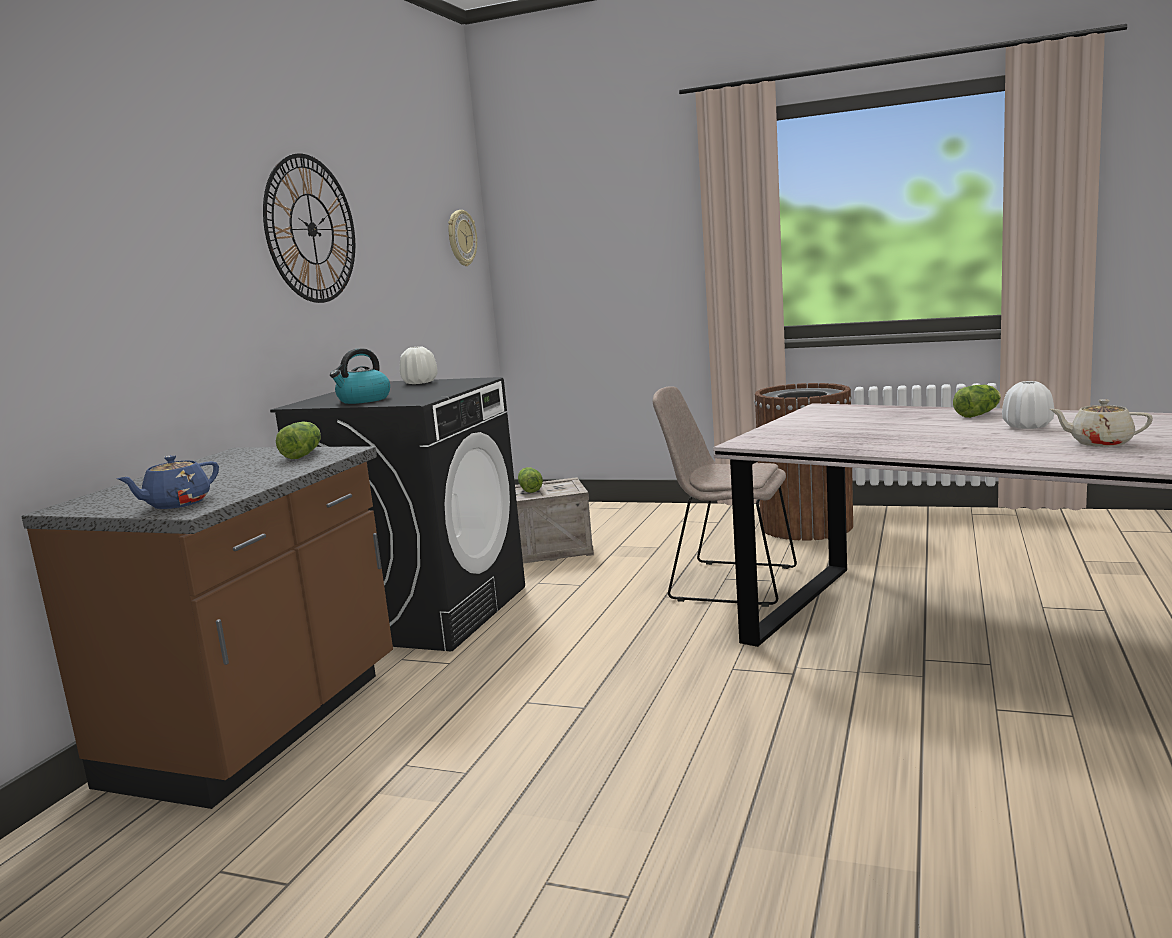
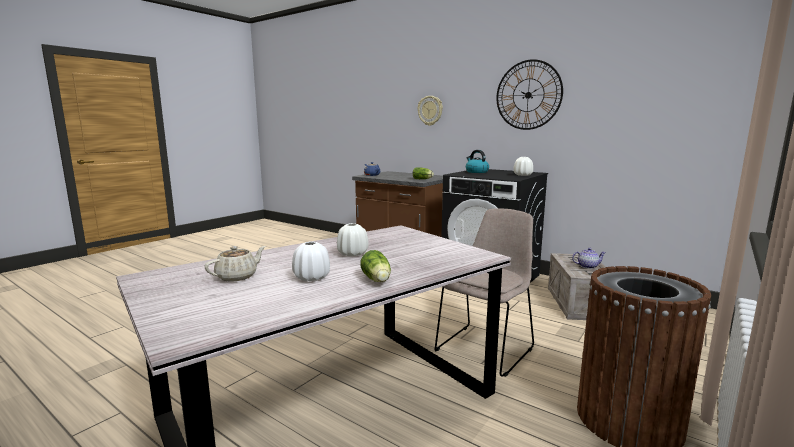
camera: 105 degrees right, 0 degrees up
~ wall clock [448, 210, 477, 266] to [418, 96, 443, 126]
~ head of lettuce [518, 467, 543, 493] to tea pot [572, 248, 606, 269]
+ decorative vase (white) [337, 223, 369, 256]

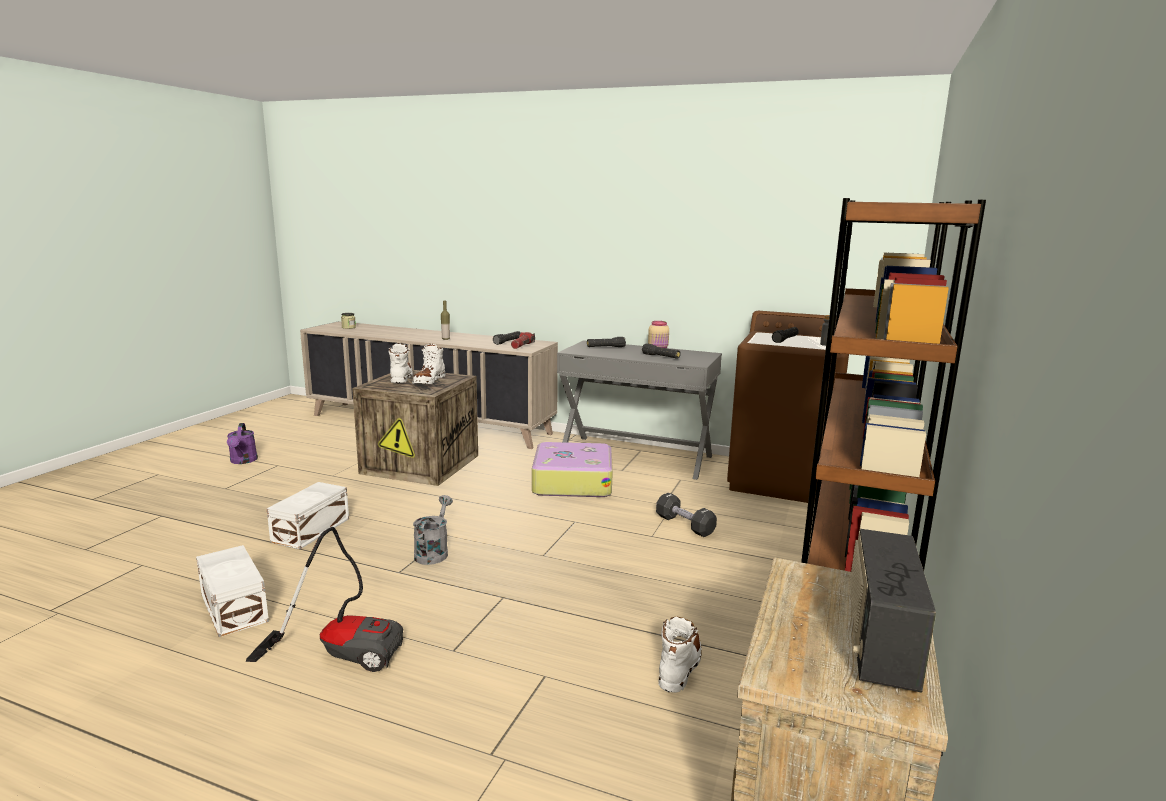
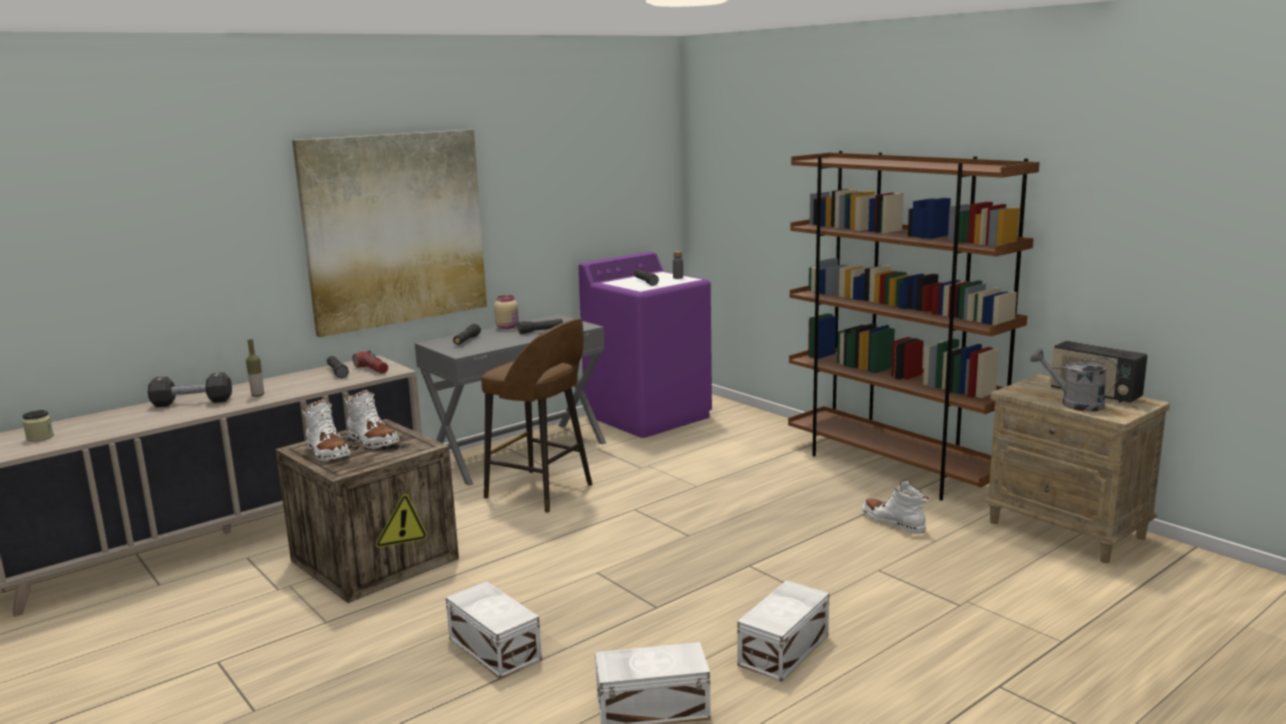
camera: 60 degrees left, 0 degrees up
~ washing machine (brownish) [727, 311, 849, 504] to washing machine (purple) [579, 251, 712, 438]
~ boot (white) [388, 343, 413, 383] = [302, 400, 351, 461] 150 degrees counterclockwise
- watering can (purple) [227, 423, 258, 464]
~ piece of luggage [532, 442, 613, 497] to sitting stool (brownish) [481, 319, 592, 513]
~ free weight (blackish) [656, 493, 717, 537] to [148, 372, 232, 407]
~ watering can (gray) [413, 495, 453, 565] to [1030, 348, 1119, 412]
~ hoover [246, 527, 403, 672] to storage box (white) [737, 580, 829, 682]
+ wall art [292, 129, 487, 337]

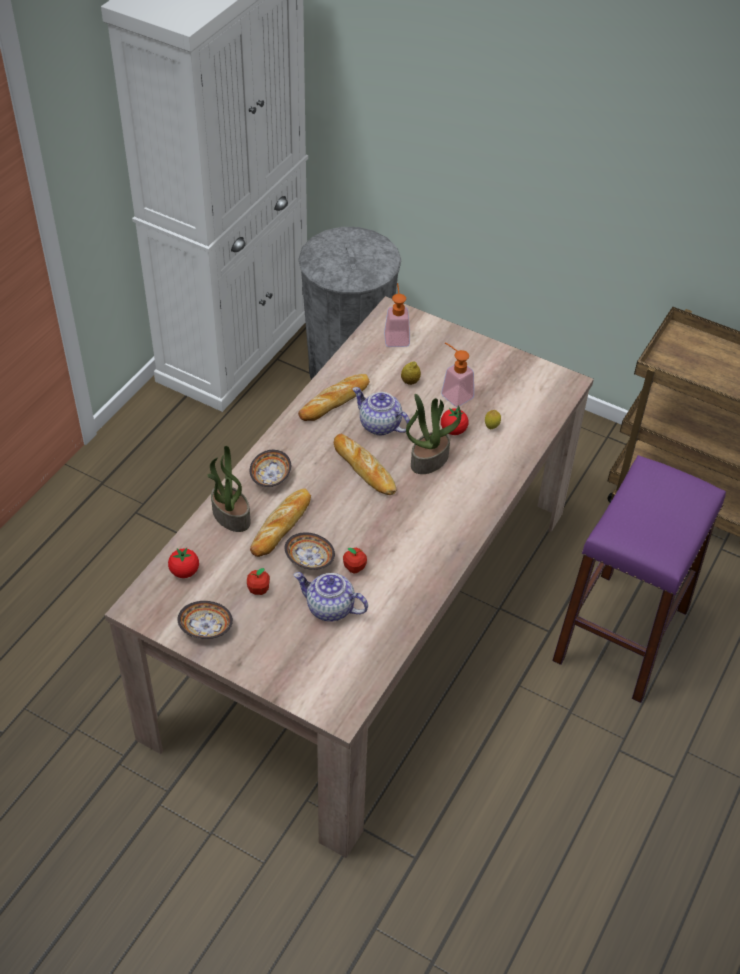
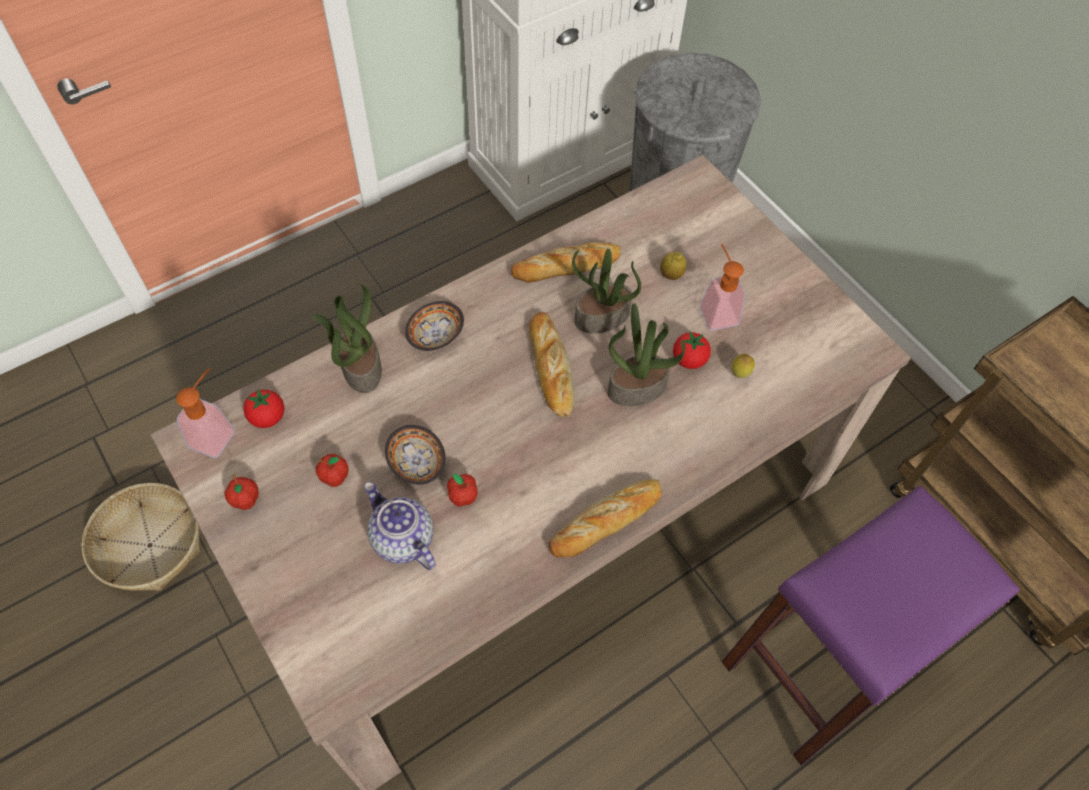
camera: 25 degrees right, 10 degrees up
~ liquid soap bottle [384, 283, 410, 347] to [176, 368, 235, 458]
~ tea pot [352, 387, 410, 435] to plant in a pot [572, 249, 641, 334]
~ baked bread [250, 488, 311, 557] to [549, 480, 662, 557]
~ deep dish [177, 601, 233, 639] to apple fruit [225, 474, 259, 510]
+ household basket [82, 483, 200, 591]

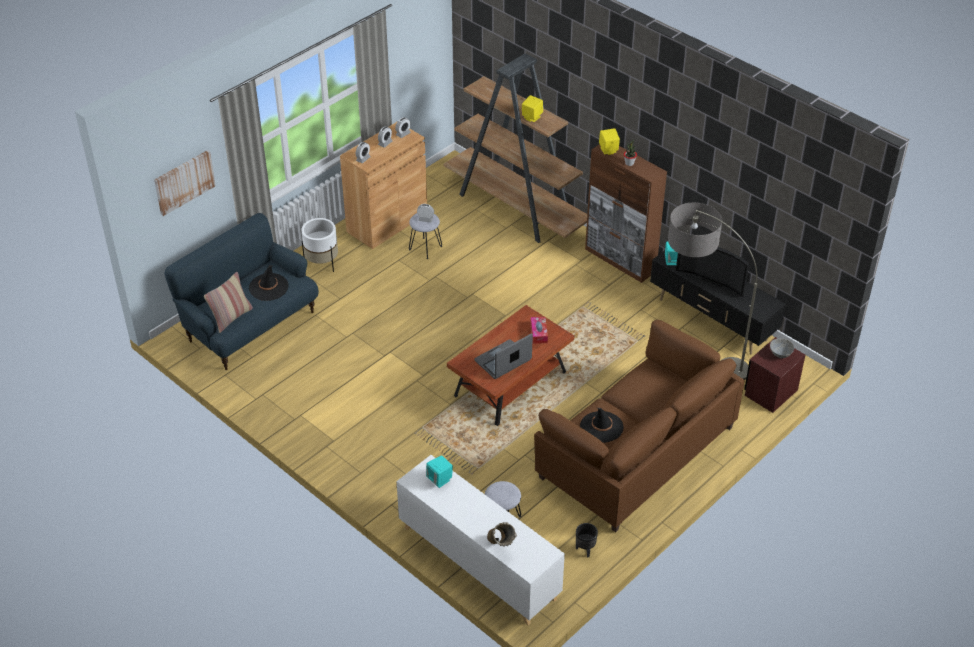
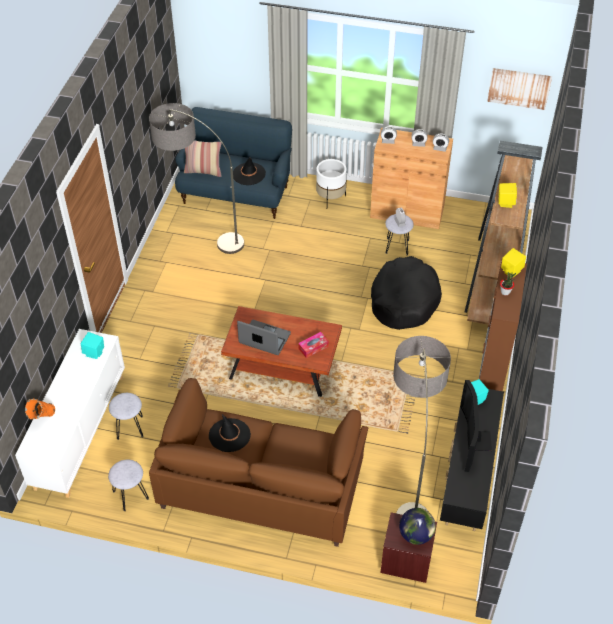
camera: 60 degrees right, 5 degrees up
~ wall art [154, 150, 216, 216] to [487, 68, 552, 110]
~ deep dish (gray) [770, 338, 794, 358] to desk globe [399, 508, 436, 545]
~ decorative vase (sand-coloured) [487, 522, 517, 547] to decorative vase (orangey) [25, 399, 55, 420]
~ plant pot (blackish) [576, 523, 598, 558] to sitting stool (gray) [108, 460, 149, 511]
+ standing lamp [149, 103, 244, 254]
+ dog bed (blackish) [371, 256, 442, 330]

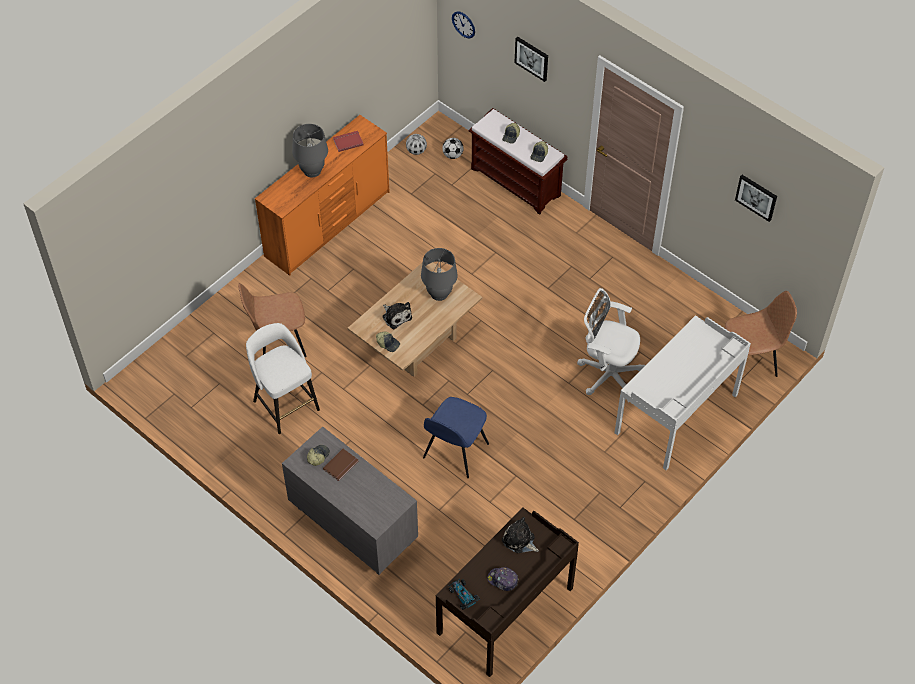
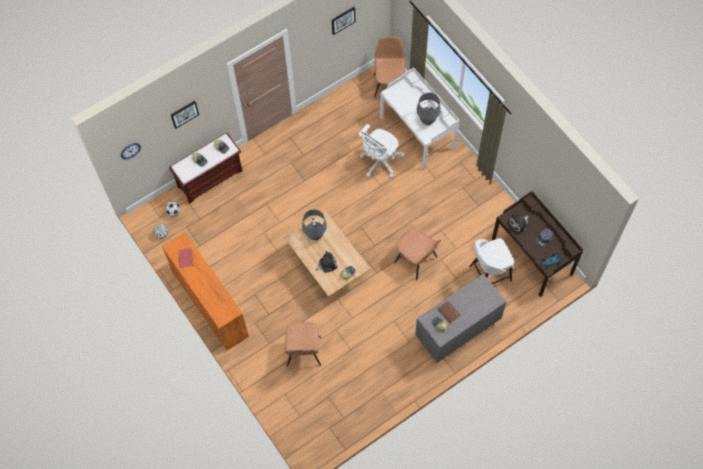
camera: 75 degrees left, 10 degrees up
~ lamp for a table (gray) [292, 124, 328, 177] to [417, 93, 441, 125]
~ sitting stool (white) [246, 323, 320, 434] to [469, 238, 514, 284]
~ chair (bluish) [423, 397, 489, 478] to chair (brownish) [394, 228, 441, 280]

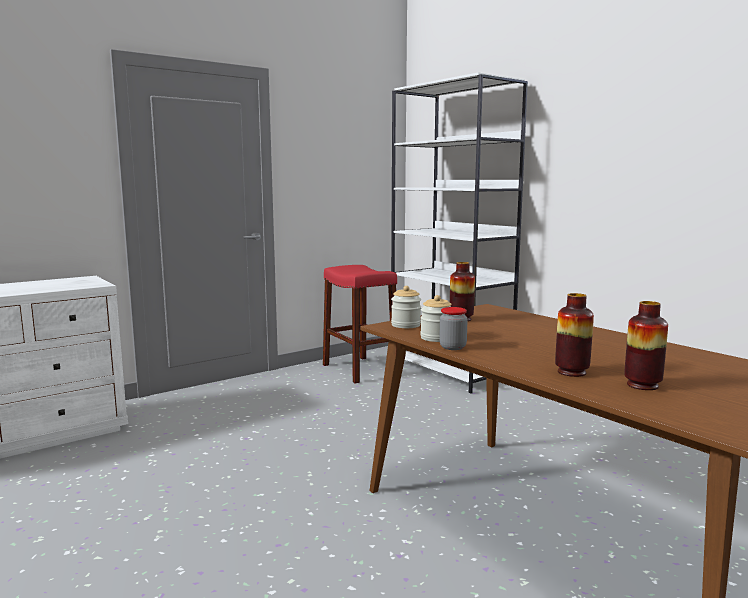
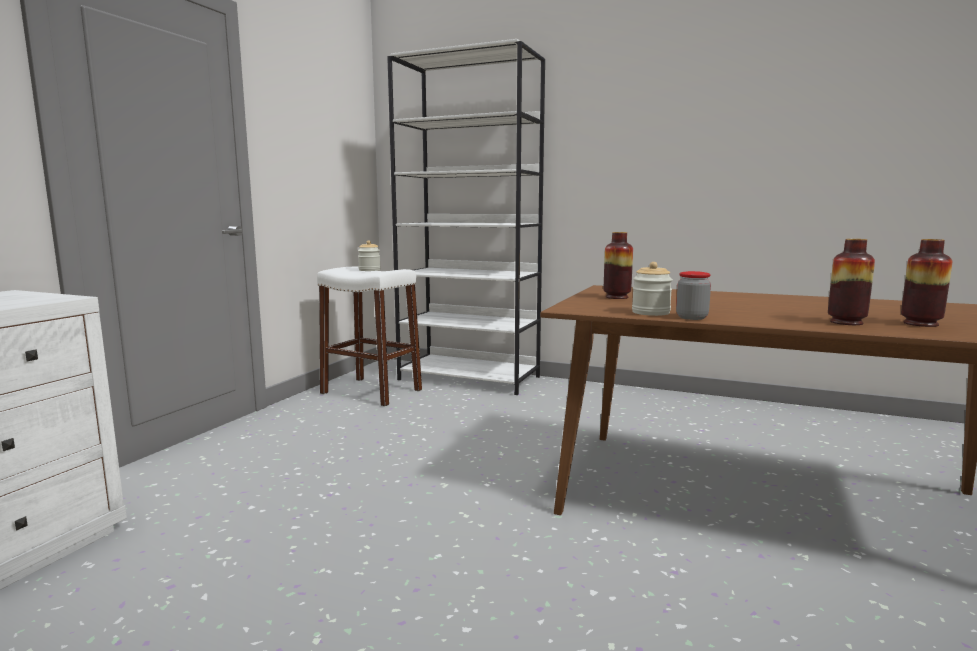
camera: 30 degrees left, 0 degrees up
~ sitting stool (red-coloured) [323, 265, 397, 383] to sitting stool (white) [317, 266, 422, 407]
~ storage jar [391, 286, 421, 328] to [358, 241, 381, 271]

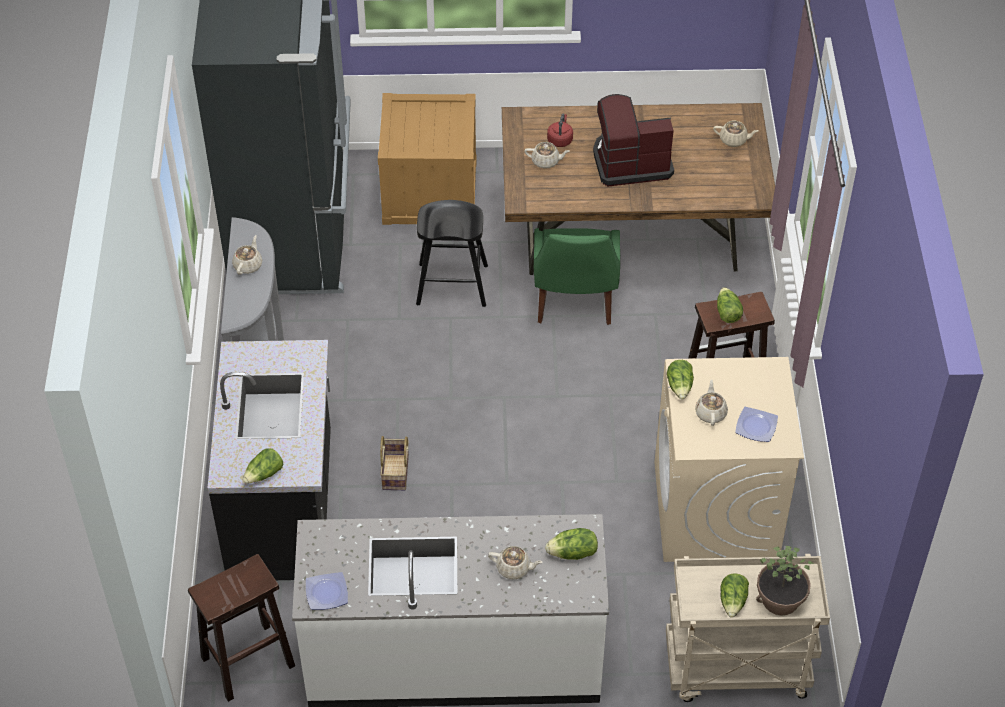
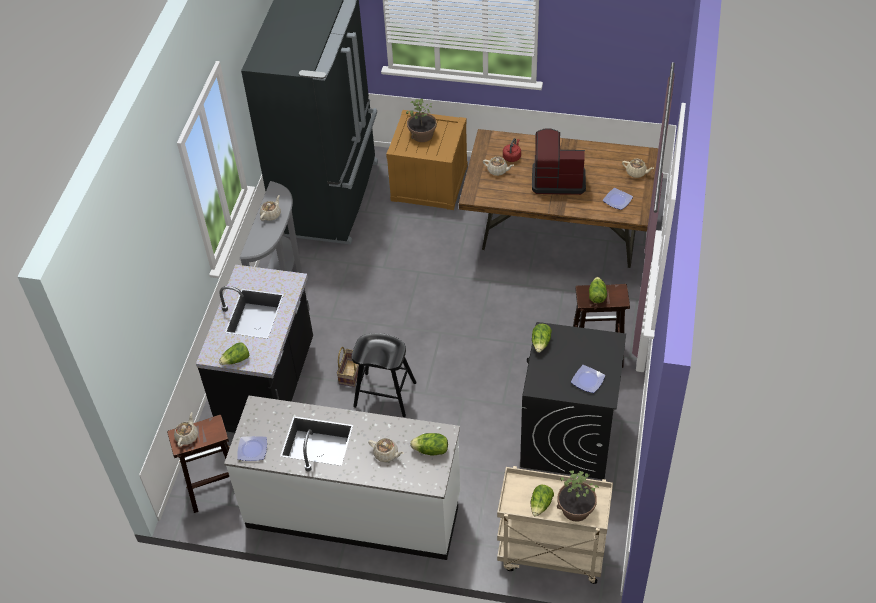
camera: 15 degrees right, 0 degrees up
~ sitting stool (blackish) [416, 200, 488, 307] to [352, 333, 417, 417]
- chair (greenish) [534, 228, 620, 325]
~ washing machine (sand-coloured) [654, 357, 804, 562] to washing machine (blackish) [520, 322, 626, 479]
~ tea pot (sand-coloured) [695, 379, 728, 426] to [174, 412, 198, 447]
+ plant in a pot [406, 99, 437, 142]
+ flat dish [603, 188, 633, 210]

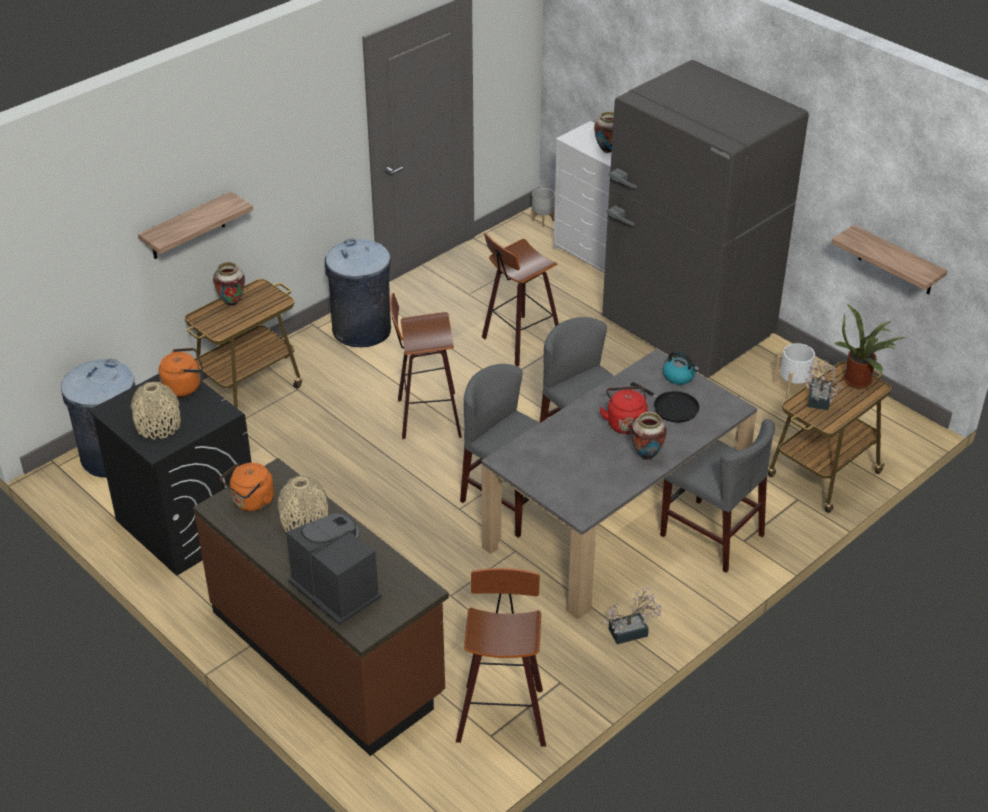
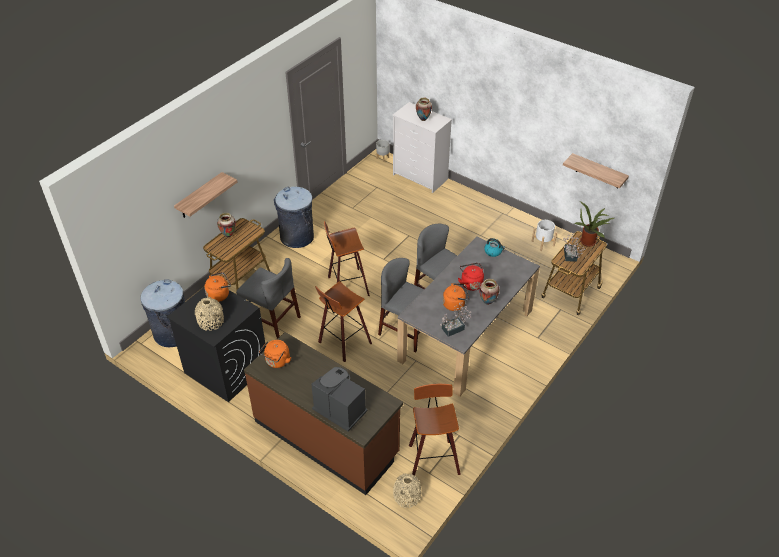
camera: 10 degrees left, 5 degrees up
- kitchen fridge (gray) [602, 60, 809, 378]
~ sitting stool [482, 233, 559, 366] to [315, 281, 372, 362]
- frying pan (blackish) [631, 382, 700, 422]
~ chair (gray) [660, 419, 775, 573] to [236, 258, 301, 339]
~ decorative vase (sand-coloured) [278, 475, 328, 532] to [393, 474, 421, 508]
~ plant in a pot [604, 587, 661, 644] to [440, 302, 472, 337]
+ tea kettle (orangey) [443, 283, 469, 311]

